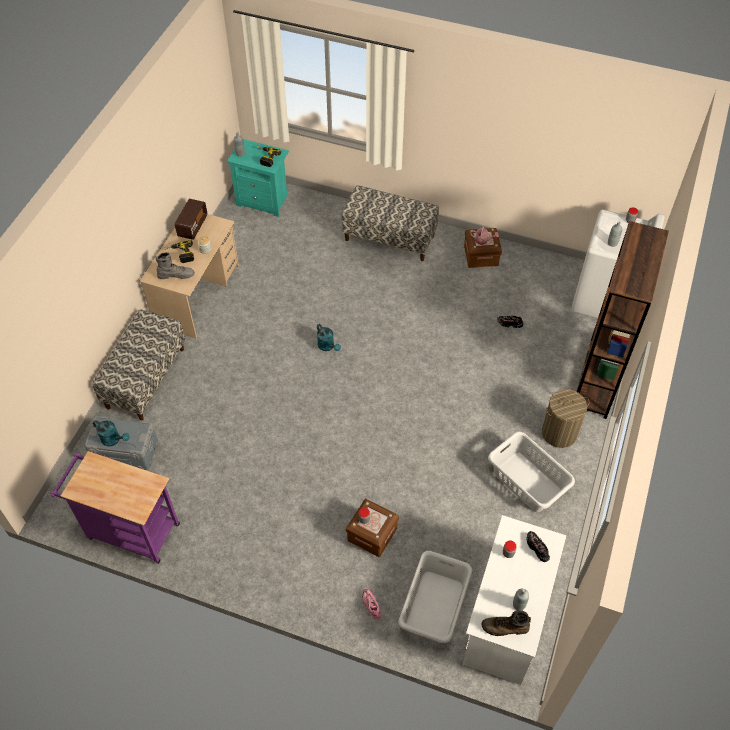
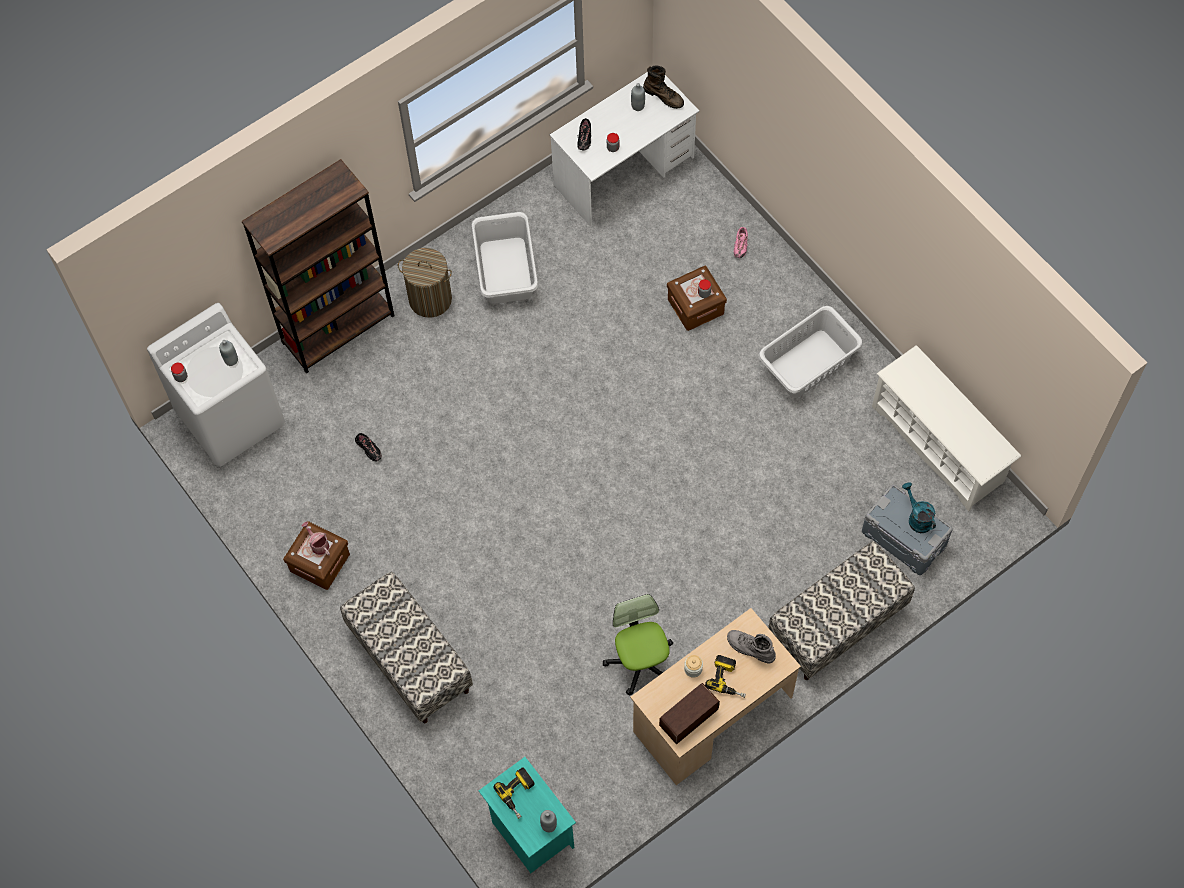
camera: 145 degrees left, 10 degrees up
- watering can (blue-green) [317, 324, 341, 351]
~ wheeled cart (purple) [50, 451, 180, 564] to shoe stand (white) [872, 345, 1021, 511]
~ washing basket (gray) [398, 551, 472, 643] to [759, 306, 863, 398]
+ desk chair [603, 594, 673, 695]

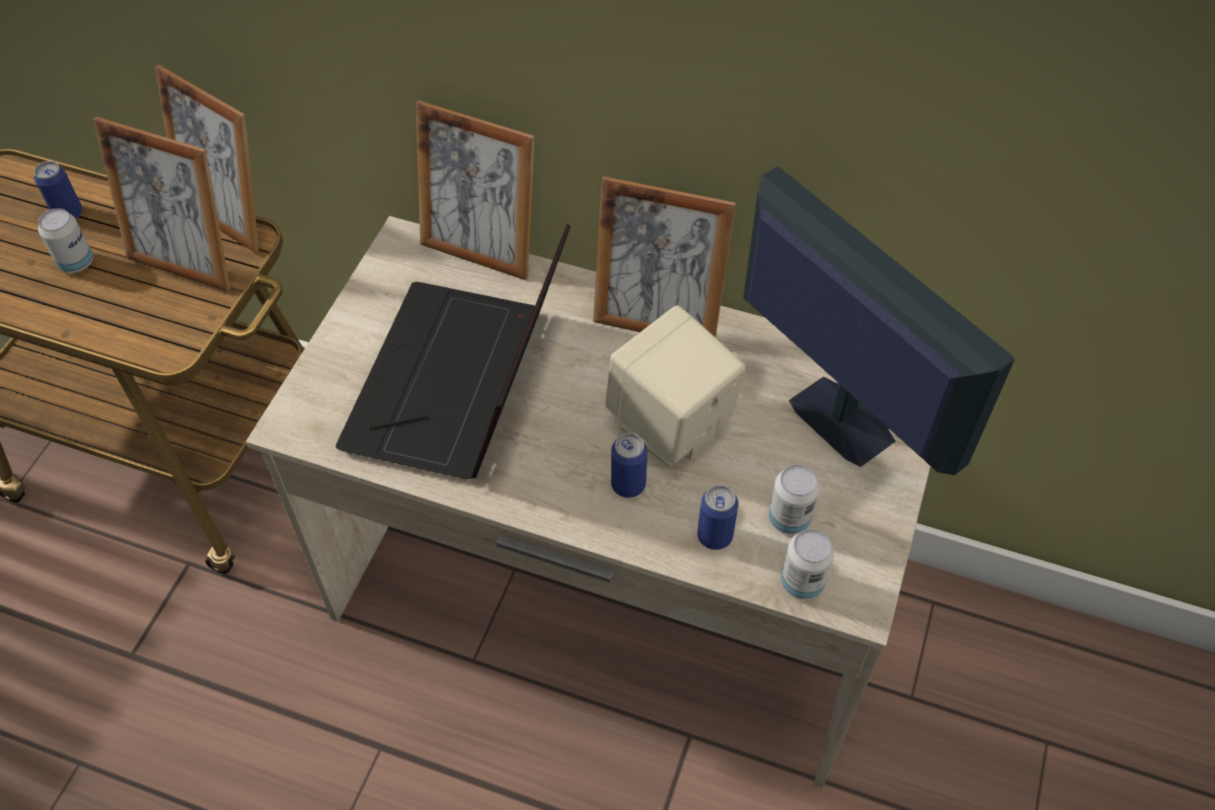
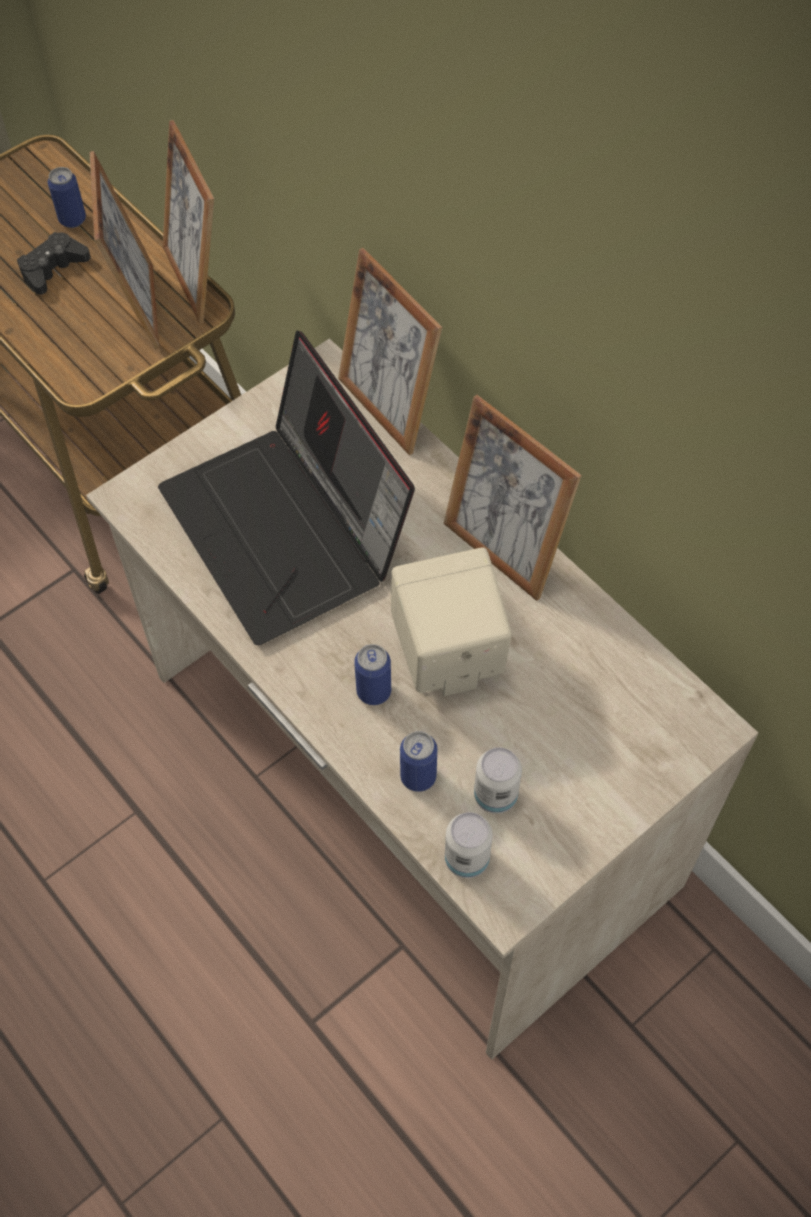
camera: 30 degrees right, 5 degrees up
~ standing frame [93, 117, 230, 292] = [89, 151, 160, 350] 150 degrees counterclockwise
- computer display [743, 167, 1015, 475]
~ can [38, 208, 93, 273] to game controller (blackish) [17, 232, 91, 295]
~ laptop [336, 223, 570, 479] = [158, 330, 415, 645] 75 degrees counterclockwise

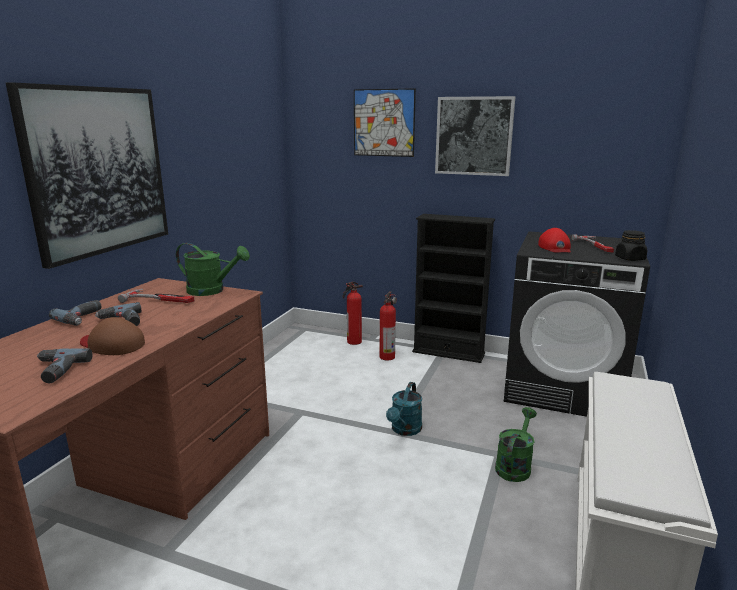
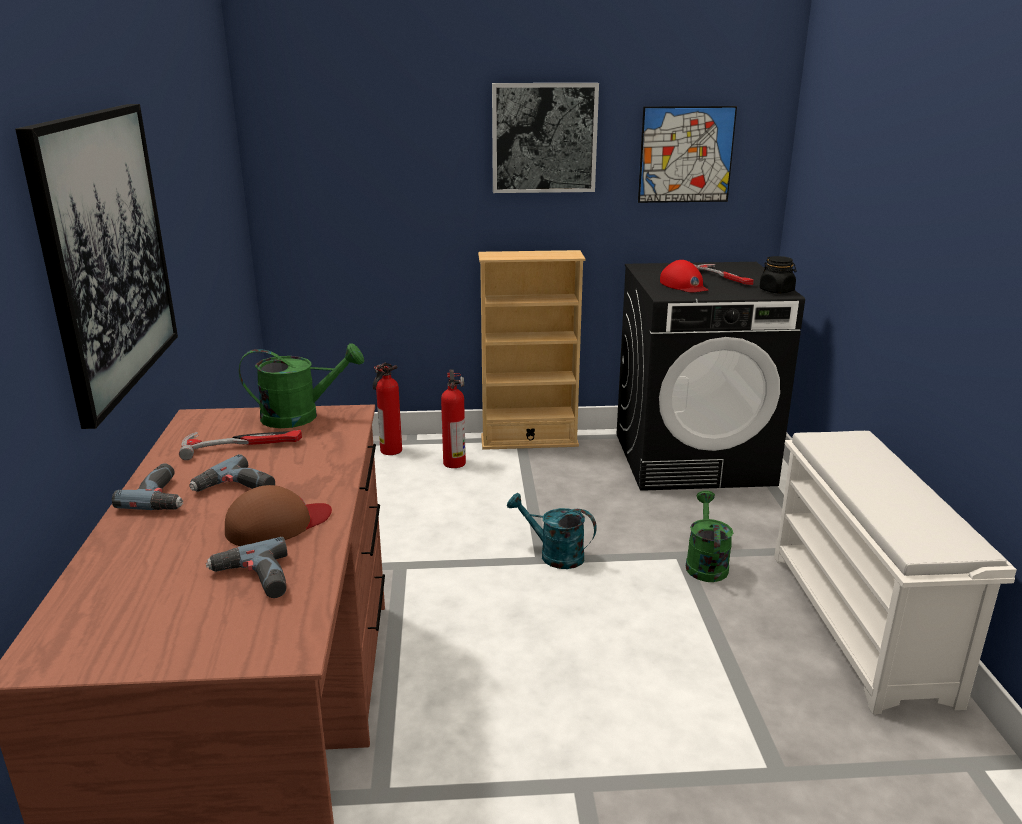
camera: 25 degrees left, 5 degrees up
~ wall art [354, 88, 416, 157] to [638, 106, 737, 203]
~ bookcase (blackish) [412, 214, 495, 363] to bookcase (sand-coloured) [478, 250, 585, 450]
~ baseball cap (brownish) [80, 317, 145, 355] = [225, 485, 332, 546] 150 degrees clockwise
~ watering can (blue-green) [386, 382, 422, 436] = [507, 493, 597, 569] 120 degrees clockwise

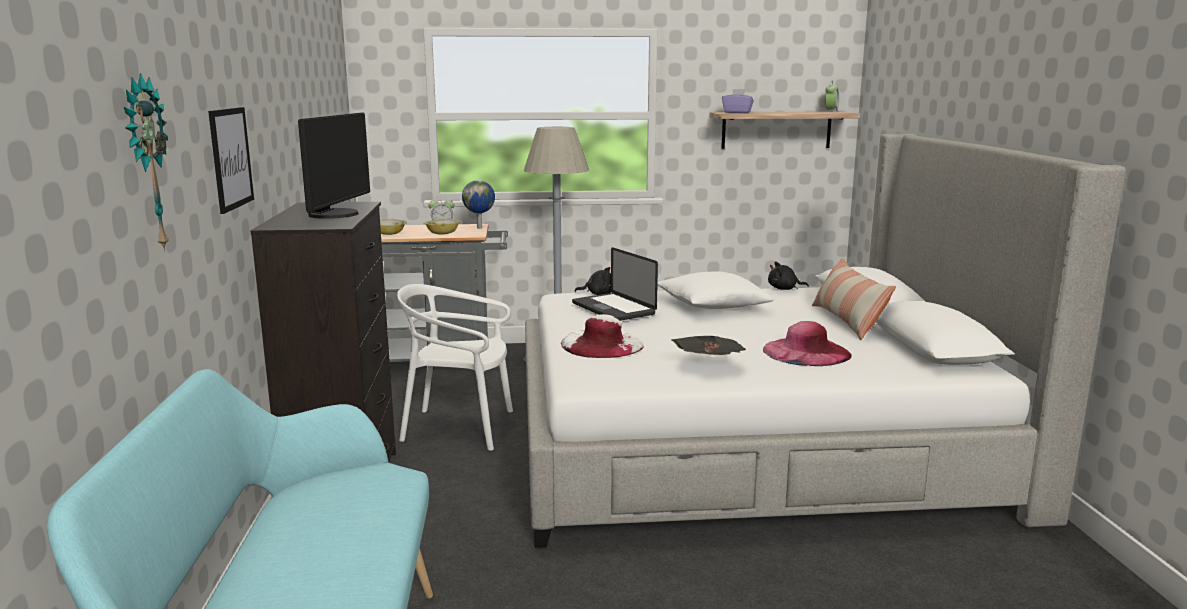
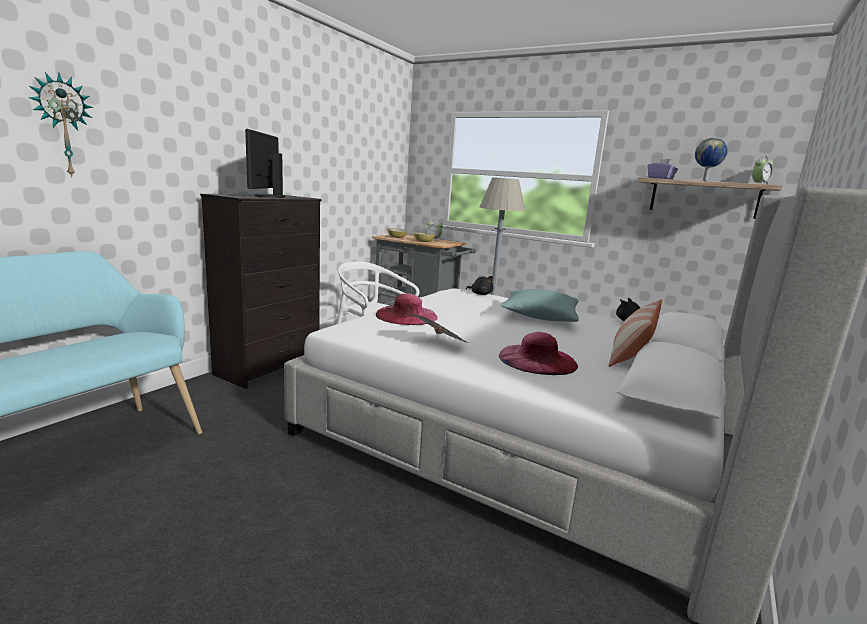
camera: 35 degrees right, 0 degrees up
- wall art [208, 107, 254, 214]
~ computer display [298, 112, 370, 219] = [245, 129, 285, 198] 135 degrees clockwise
~ desk globe [462, 180, 495, 229] to [695, 138, 728, 181]
- laptop [572, 247, 658, 321]
~ pillow (white) [657, 271, 774, 309] to pillow (blue-green) [501, 289, 579, 322]
~ hat (white) [561, 314, 644, 358] to hat (pink) [376, 293, 438, 325]

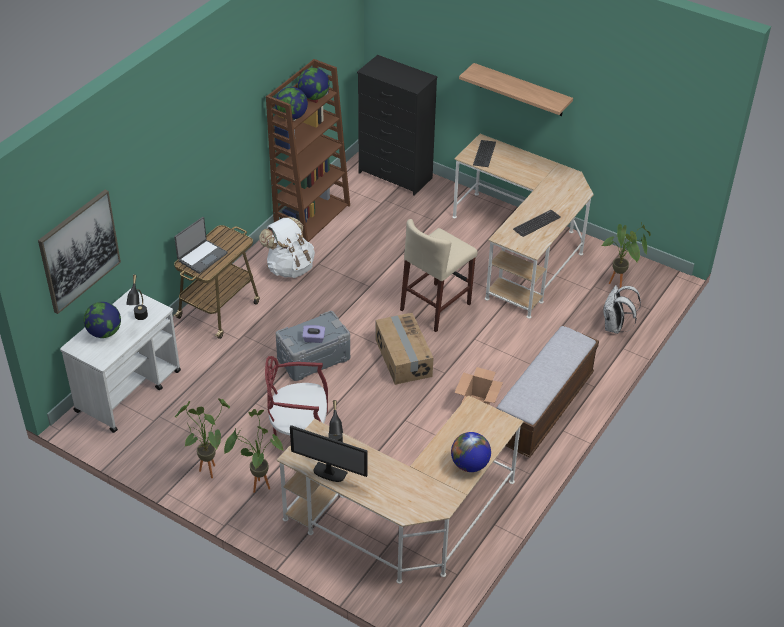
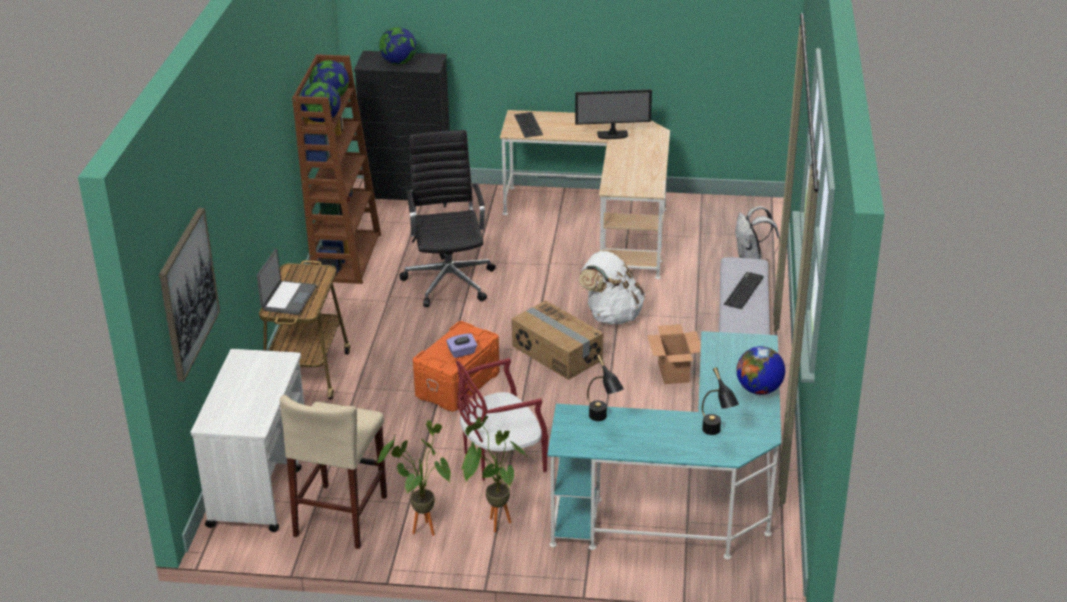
camera: 25 degrees left, 10 degrees down
- shelf [459, 63, 573, 116]
~ PC keyboard [513, 210, 561, 237] to [724, 272, 764, 309]
~ backpack (white) [259, 216, 315, 278] to [579, 250, 645, 324]
~ sitting stool (sand-coloured) [400, 219, 477, 332] to [280, 395, 387, 549]
- plant in a pot [601, 222, 651, 288]
~ lamp for a table (blackish) [126, 275, 148, 320] to [702, 367, 739, 435]
~ desk globe [84, 302, 121, 338] to [379, 27, 416, 65]
~ storage box (gray) [276, 311, 350, 381] to storage box (orangey) [413, 321, 500, 411]
~ desk (sand-coloured) [277, 395, 524, 584] to desk (blue-green) [547, 331, 781, 559]
~ computer display [290, 425, 368, 482] to [575, 89, 652, 139]
+ desk chair (blackish) [399, 130, 496, 307]

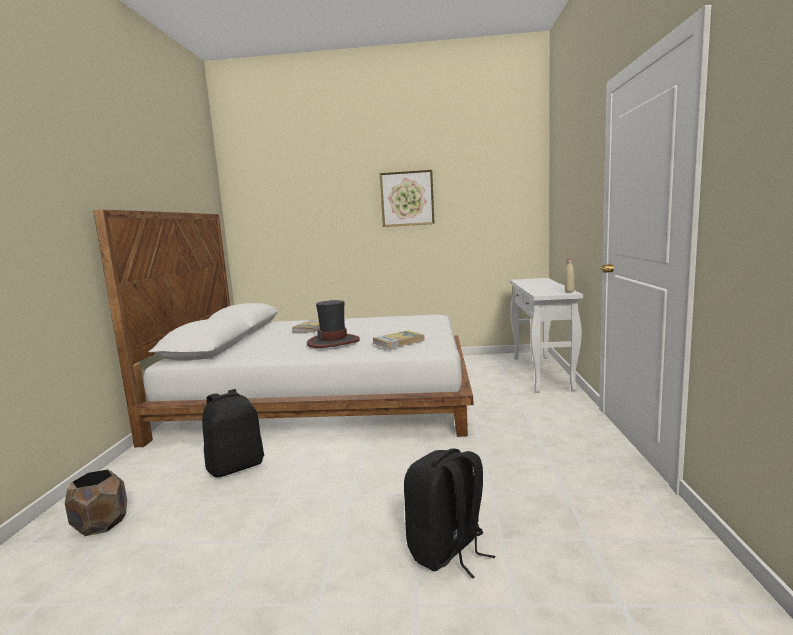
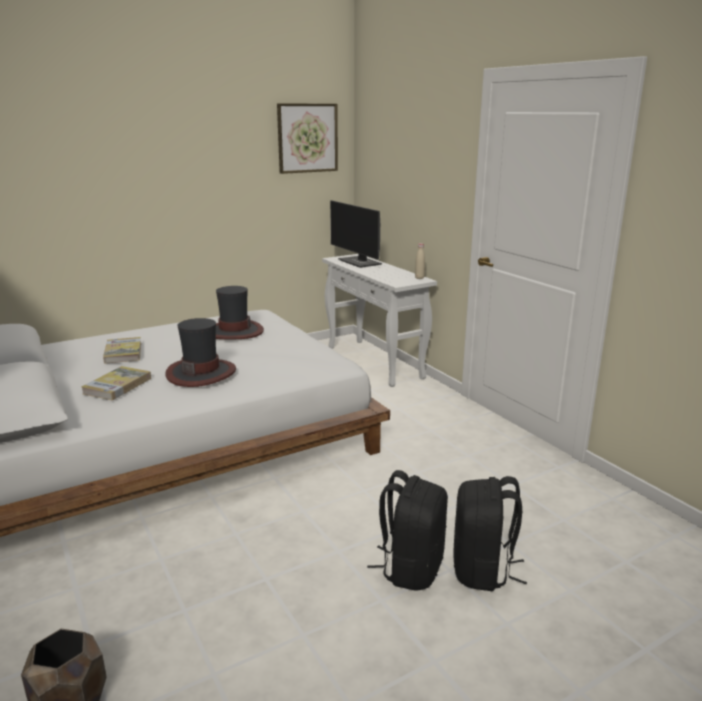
camera: 35 degrees left, 10 degrees up
~ wall art [380, 170, 435, 227] to [277, 103, 338, 174]
~ book [373, 331, 425, 349] to [82, 366, 151, 400]
~ backpack (blackish) [202, 389, 264, 478] to [367, 470, 448, 591]
+ computer display [330, 200, 382, 268]
+ hat [216, 286, 264, 339]

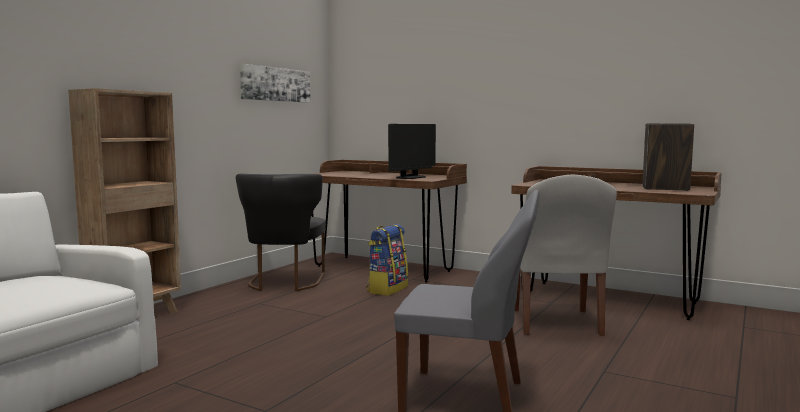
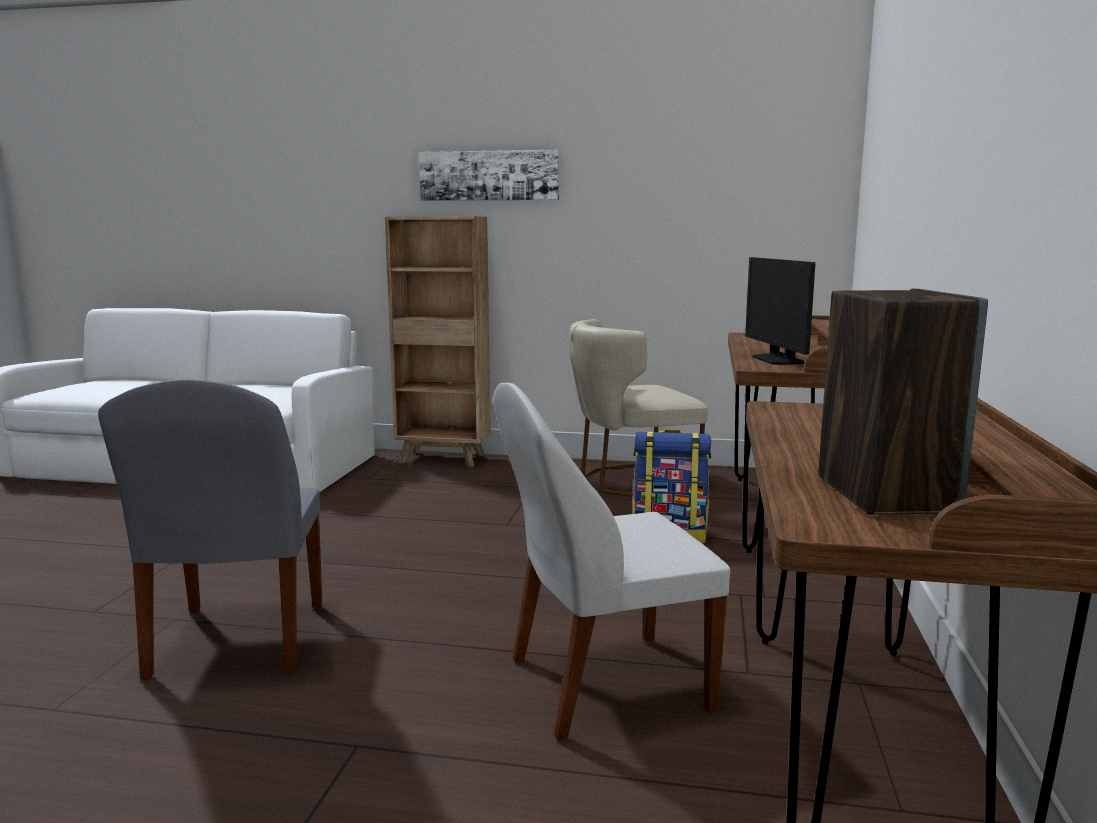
camera: 70 degrees right, 5 degrees up
~ wall art [240, 64, 310, 103] to [419, 150, 559, 201]
~ computer display [388, 124, 436, 179] = [745, 257, 815, 365] 60 degrees clockwise
~ chair (blackish) [236, 173, 326, 291] to chair (sand-coloured) [569, 319, 708, 497]

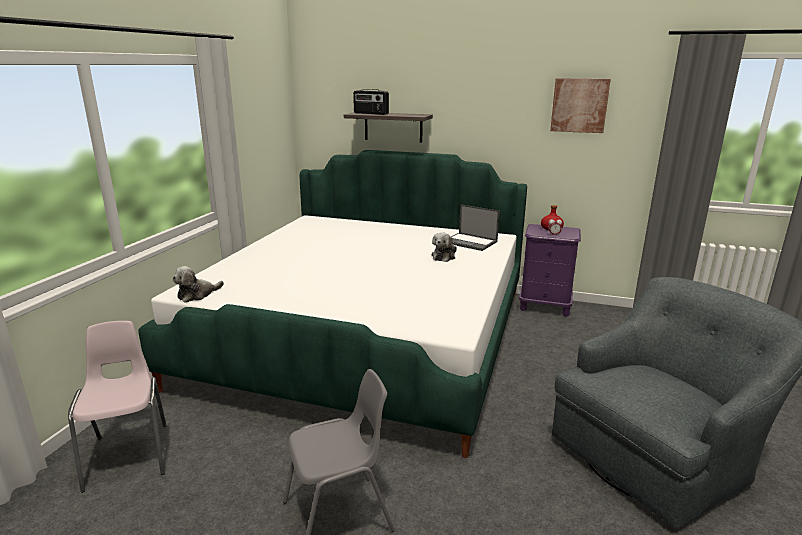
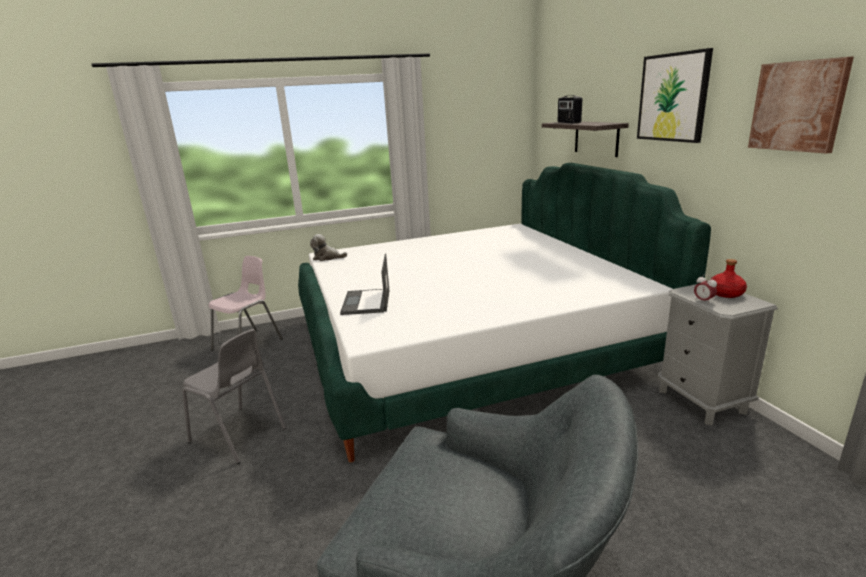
camera: 55 degrees right, 0 degrees up
~ laptop [451, 204, 500, 251] to [340, 253, 389, 315]
~ nightstand (purple) [519, 224, 581, 317] to nightstand (gray) [658, 284, 778, 425]
- soft toy [432, 232, 457, 262]
+ wall art [637, 48, 713, 143]

